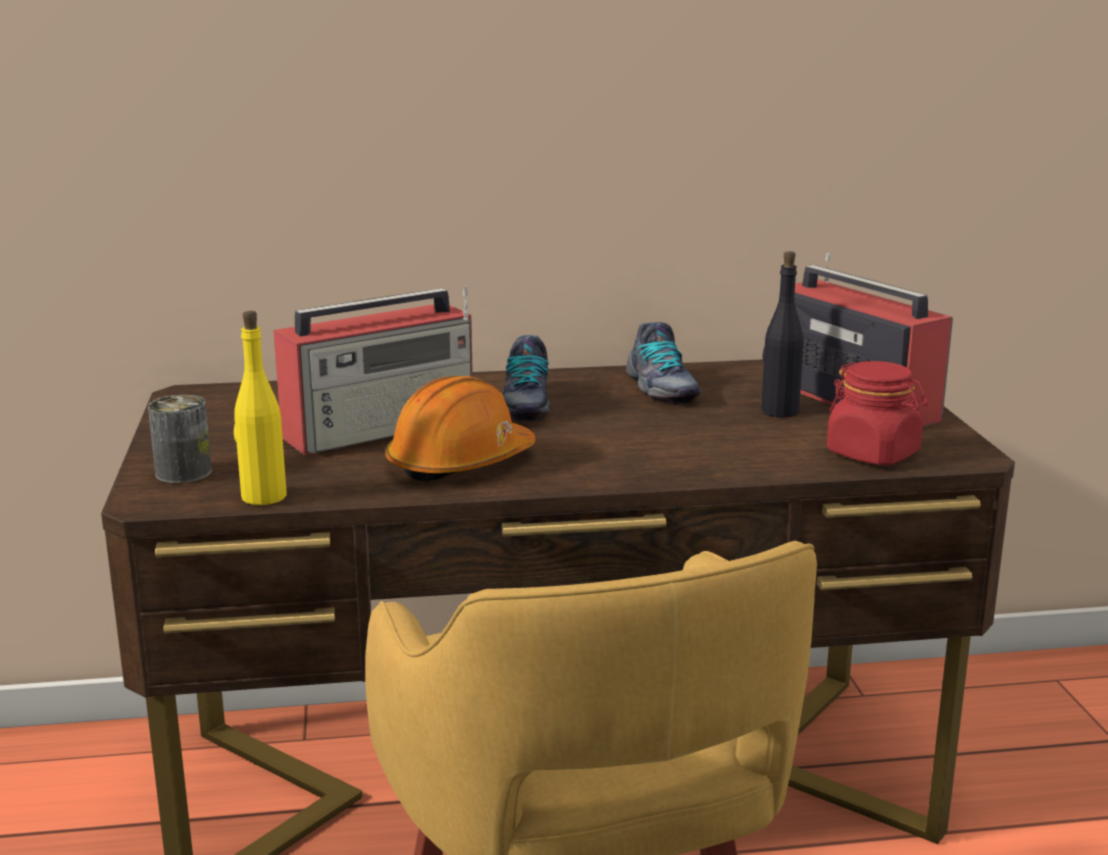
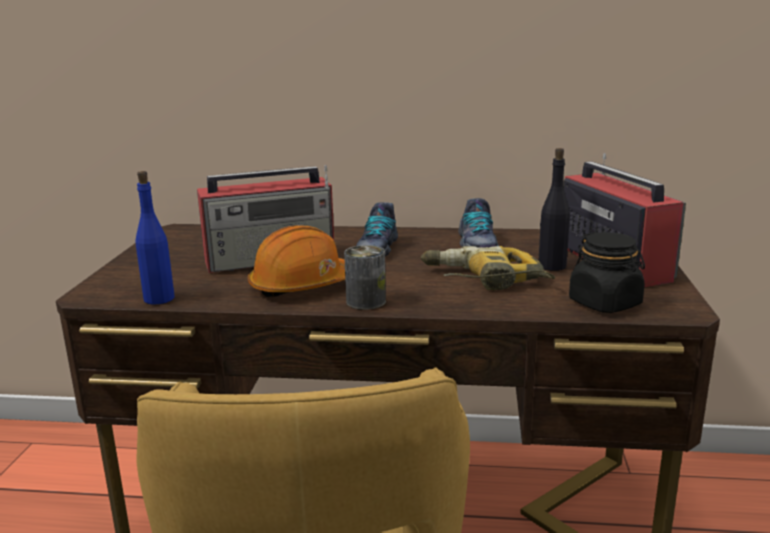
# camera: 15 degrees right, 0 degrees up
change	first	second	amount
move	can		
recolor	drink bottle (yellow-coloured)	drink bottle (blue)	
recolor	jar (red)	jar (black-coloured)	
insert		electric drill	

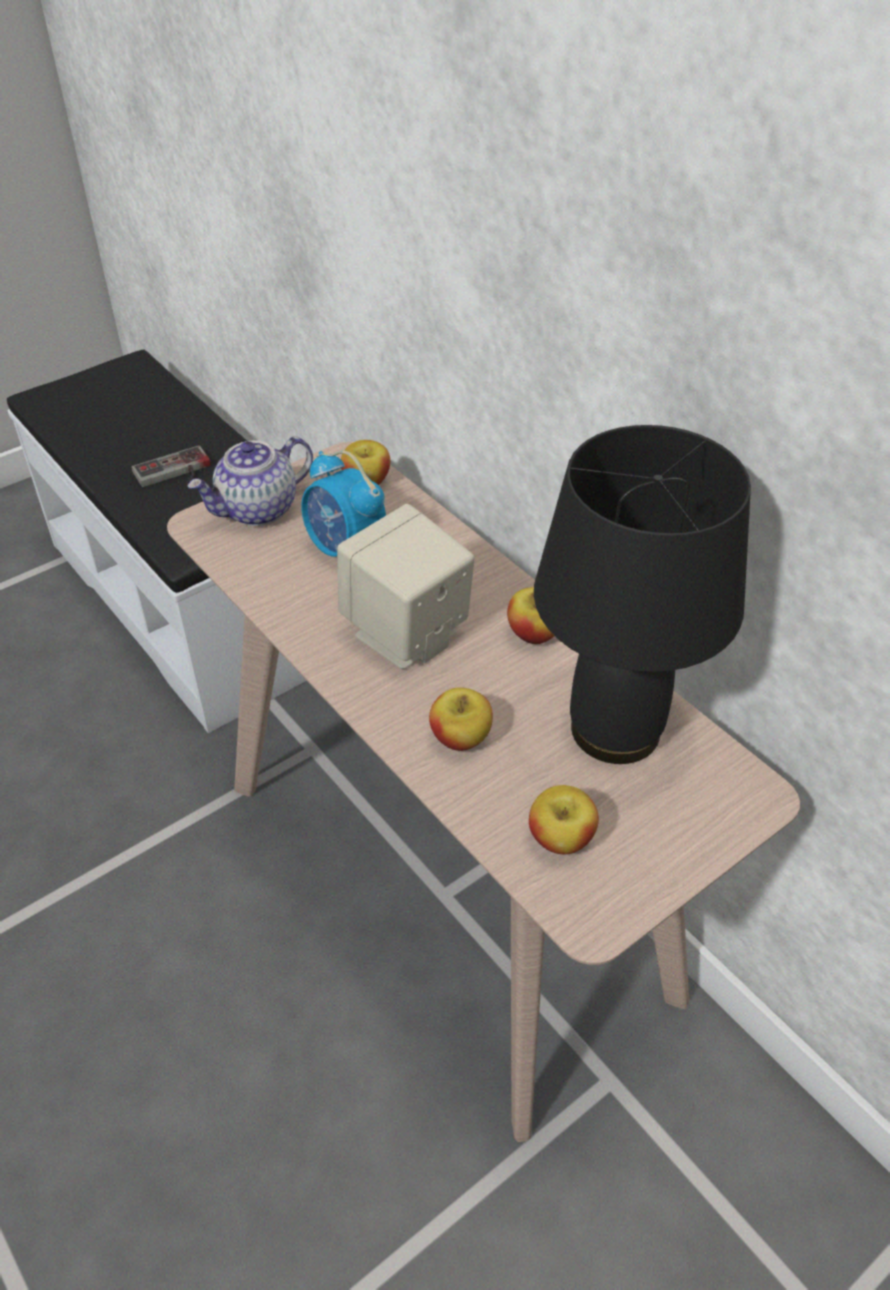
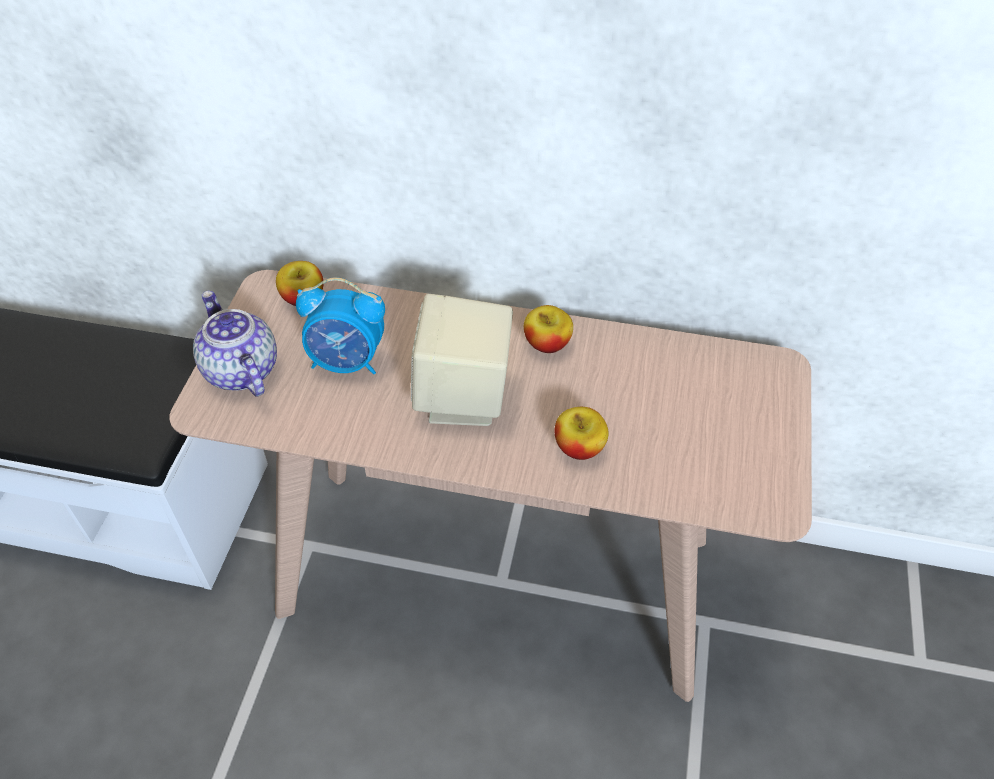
# camera: 40 degrees left, 5 degrees up
change	first	second	amount
delete	game controller		
rotate	tea pot		135 degrees clockwise
delete	apple fruit (4th from left)		
delete	table lamp (black-coloured)		

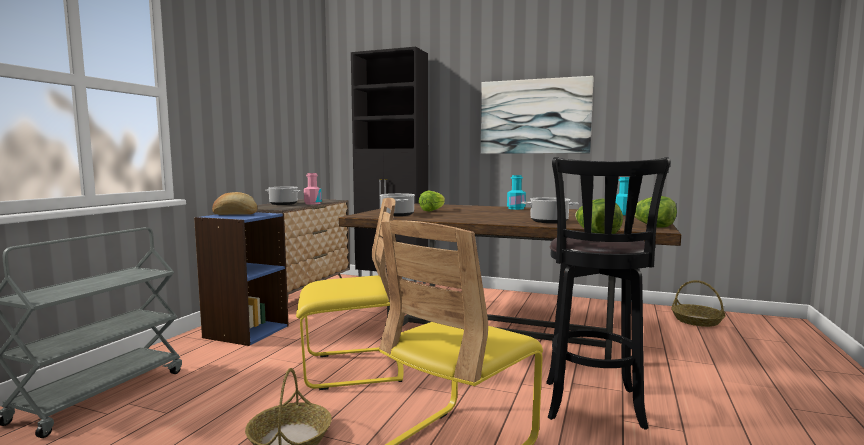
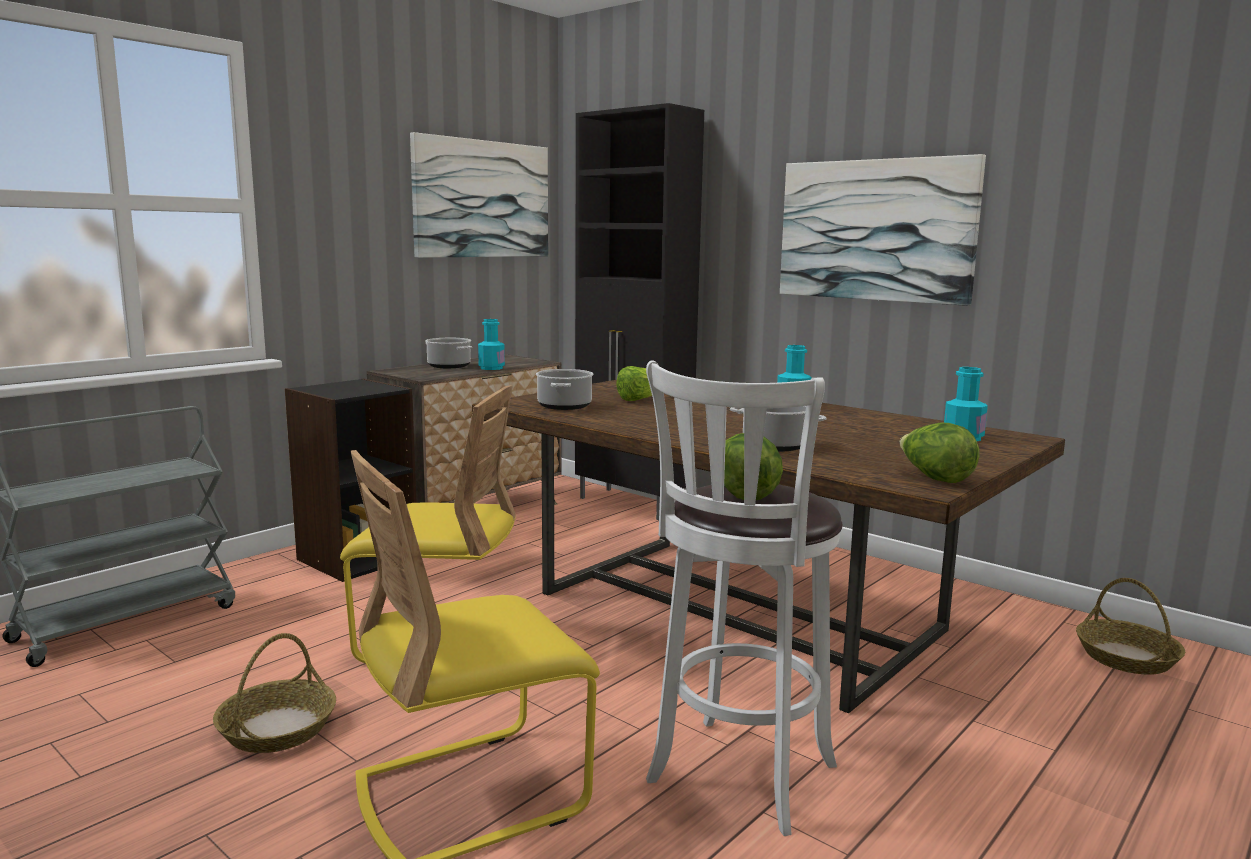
# camera: 20 degrees right, 5 degrees up
change	first	second	amount
recolor	bookcase (blue)	bookcase (black-coloured)	
delete	bread		
recolor	drink bottle (pink)	drink bottle (turquoise-coloured) (1st from left)	
recolor	sitting stool (black-coloured)	sitting stool (white)	
insert		picture (1st from left)	

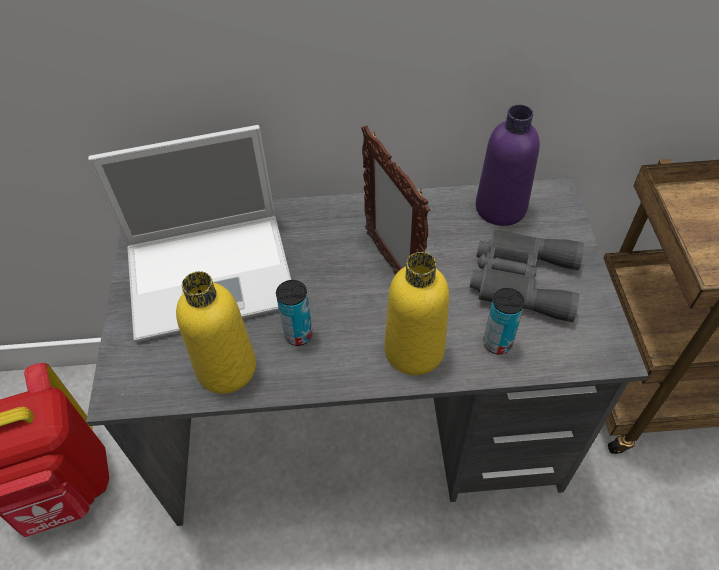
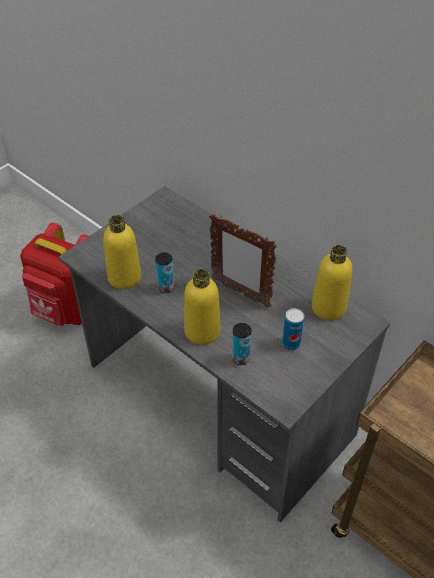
# camera: 45 degrees right, 5 degrees down
change	first	second	amount
delete	notebook computer		
rotate	picture frame		75 degrees counterclockwise
replace	binoculars (greyish)	can (3rd from left)	
recolor	drink bottle (purple)	drink bottle (yellow-coloured) (3rd from left)	

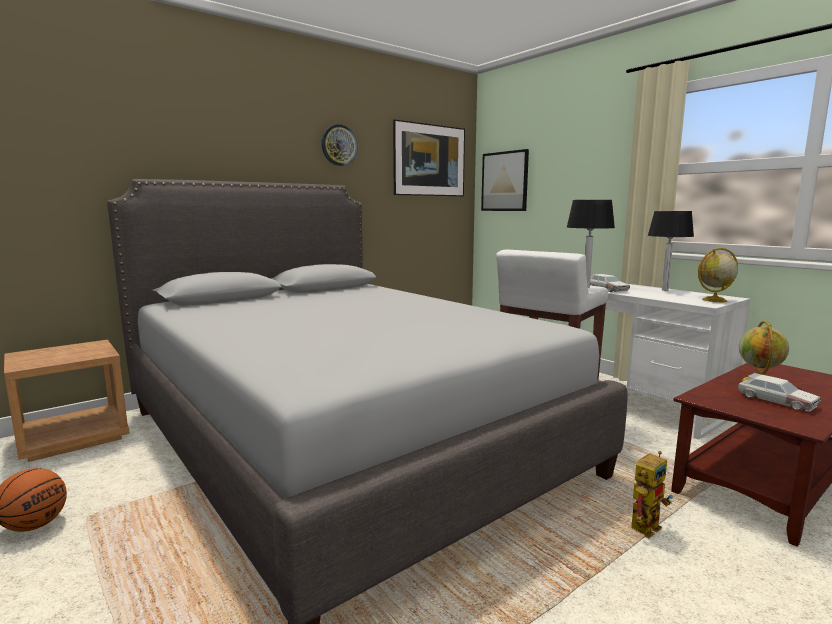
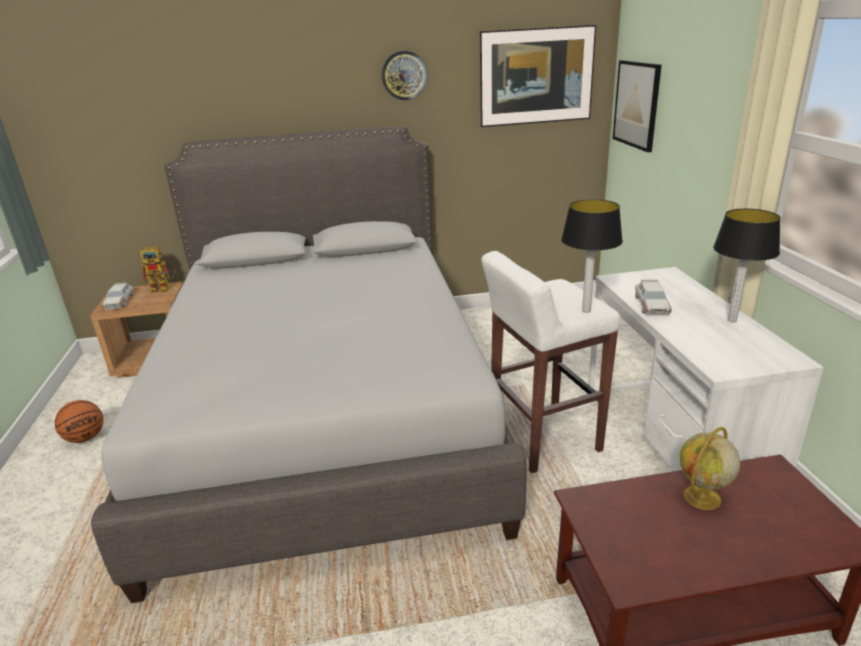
# camera: 30 degrees right, 15 degrees up
change	first	second	amount
move	robot figure		
delete	desk globe (1st from left)		
move	toy car (2nd from left in the first image)	toy car (1st from left)	

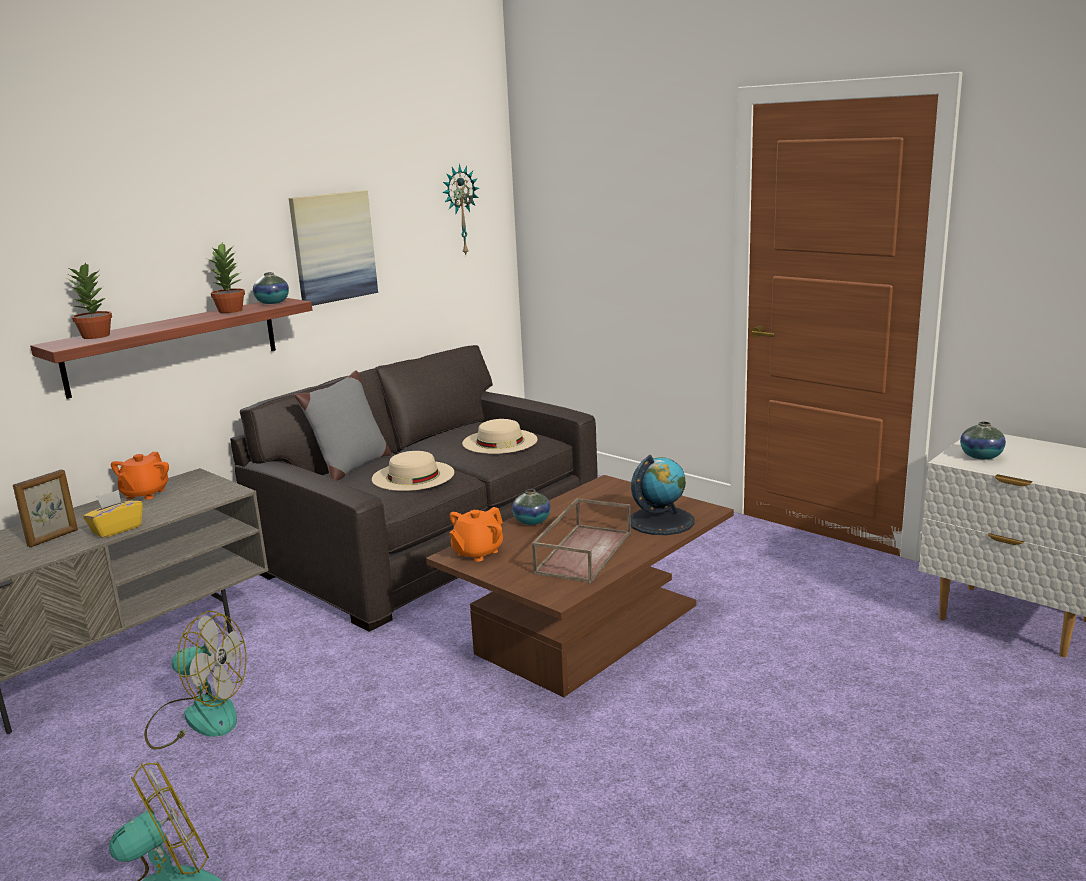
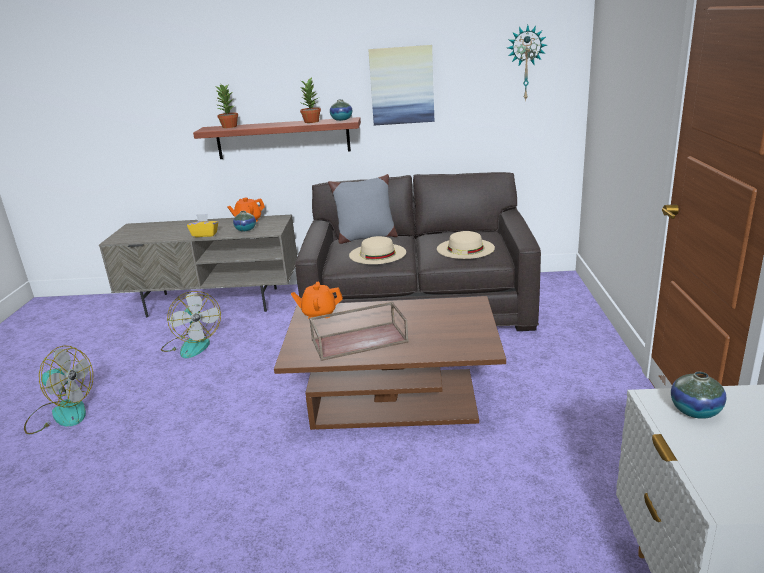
# camera: 50 degrees right, 5 degrees up
change	first	second	amount
delete	picture frame		
move	flower vase (2nd from left in the first image)	flower vase (1st from left)	
delete	desk globe		

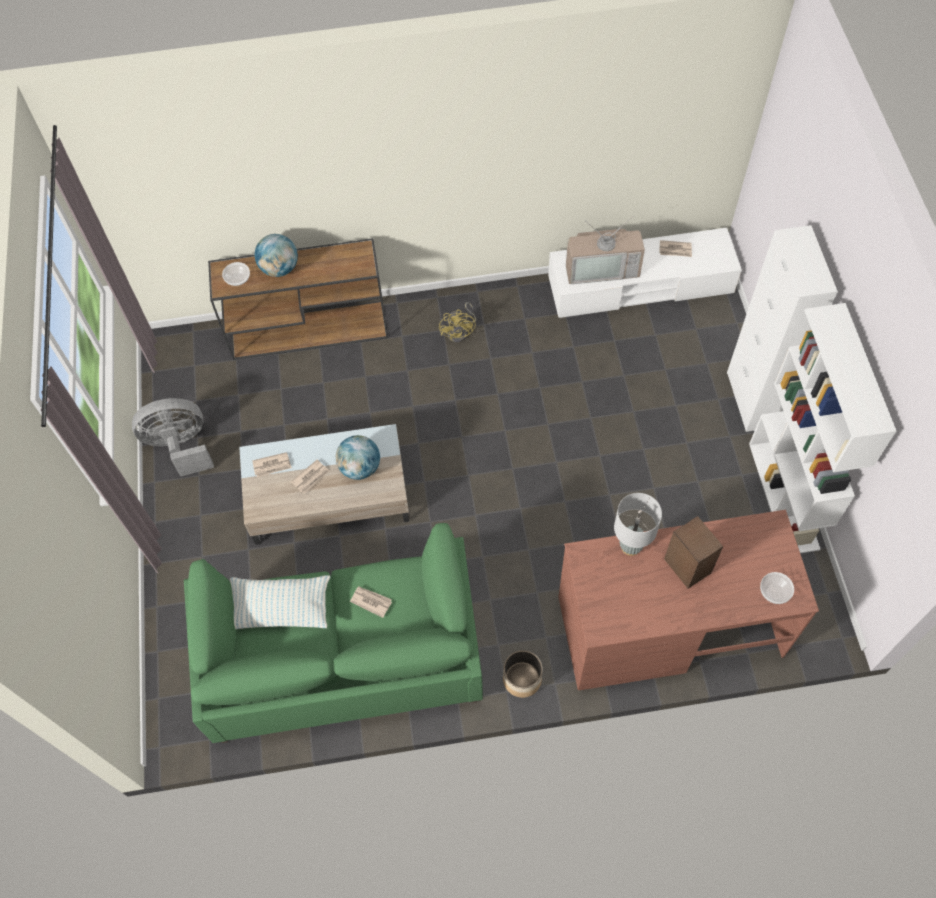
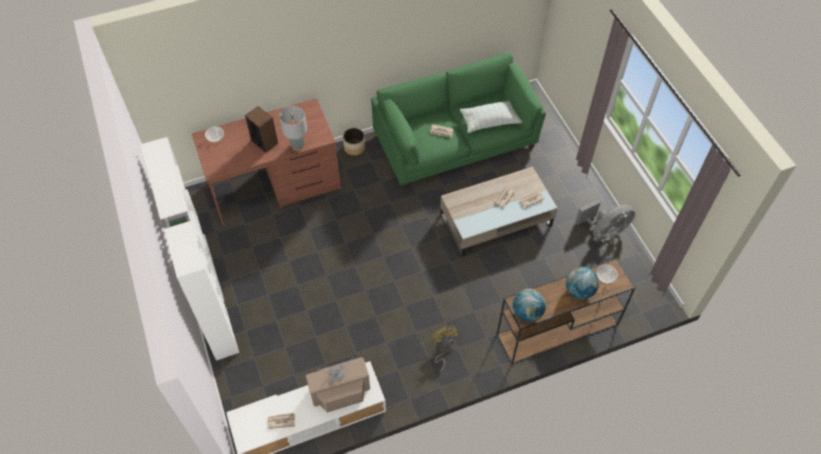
# camera: 165 degrees right, 5 degrees down
change	first	second	amount
move	desk globe (2nd from left in the first image)	desk globe (1st from left)	

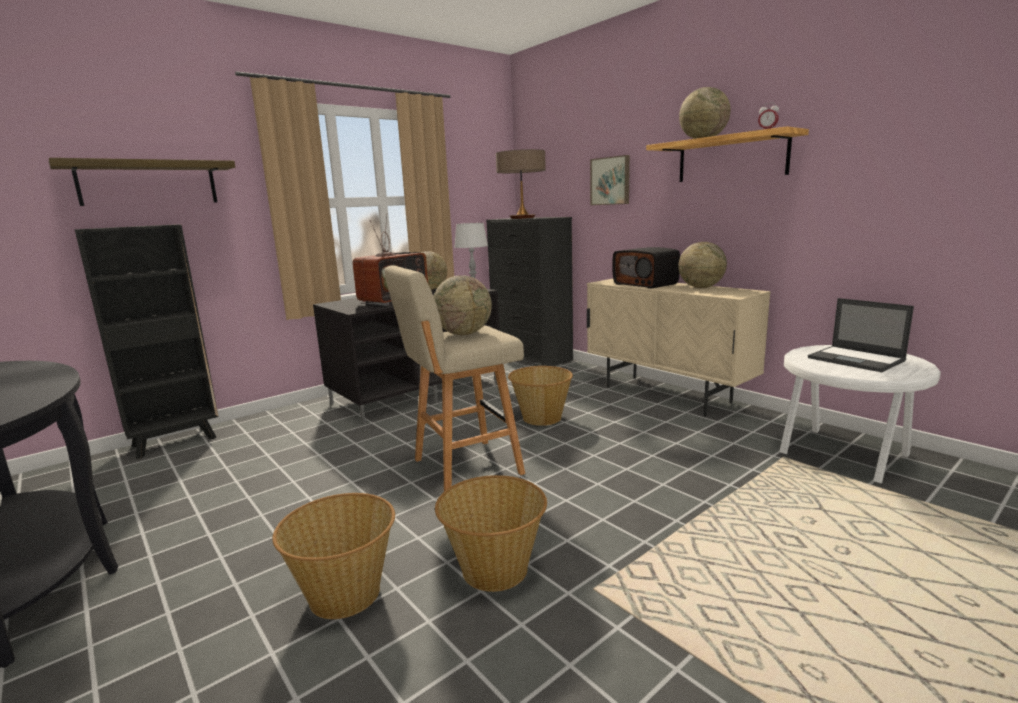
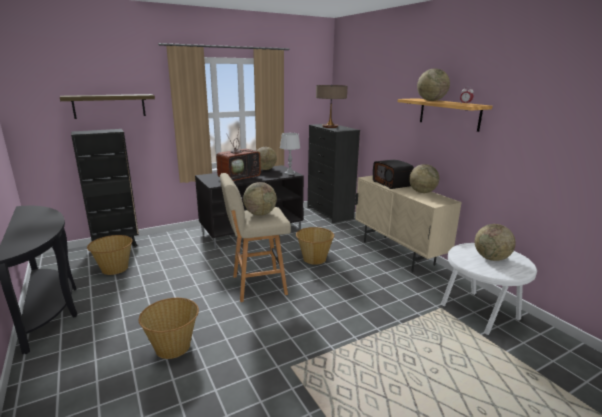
# camera: 10 degrees right, 5 degrees up
change	first	second	amount
move	household basket (2nd from left in the first image)	household basket (1st from left)	
delete	picture		
replace	notebook computer	desk globe (5th from left)	

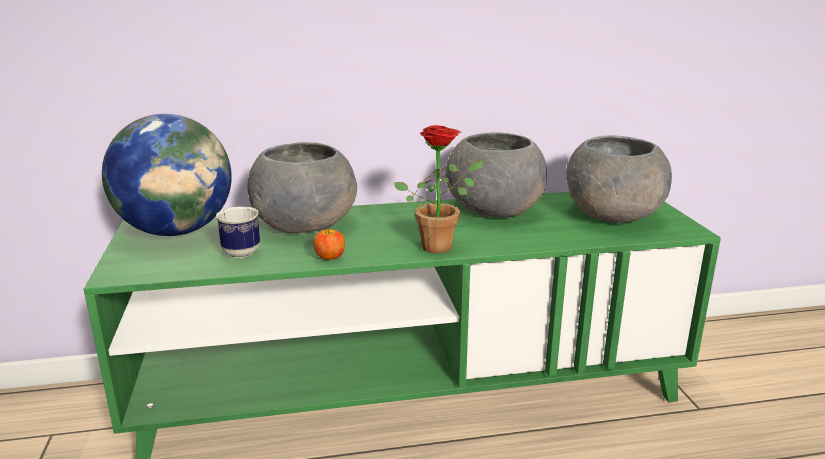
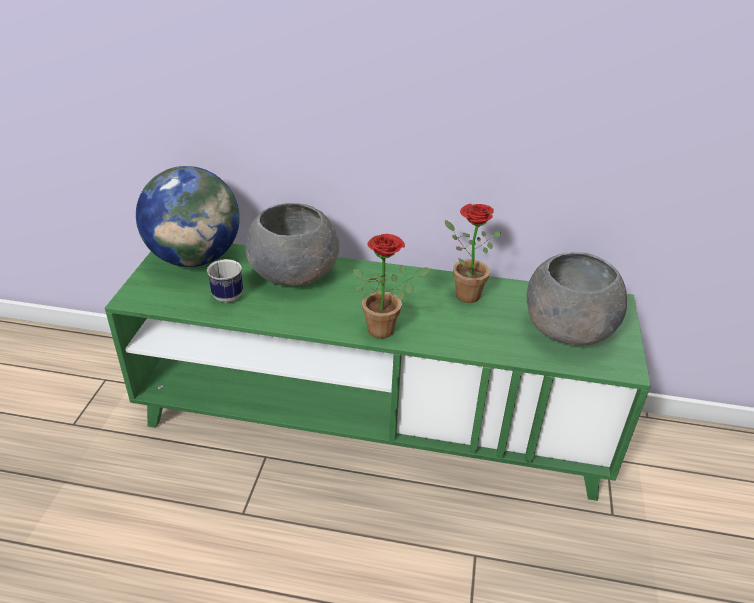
# camera: 20 degrees right, 15 degrees up
change	first	second	amount
delete	apple fruit		
replace	serving bowl (greyish) (2nd from left)	plant in a pot (2nd from left)	

